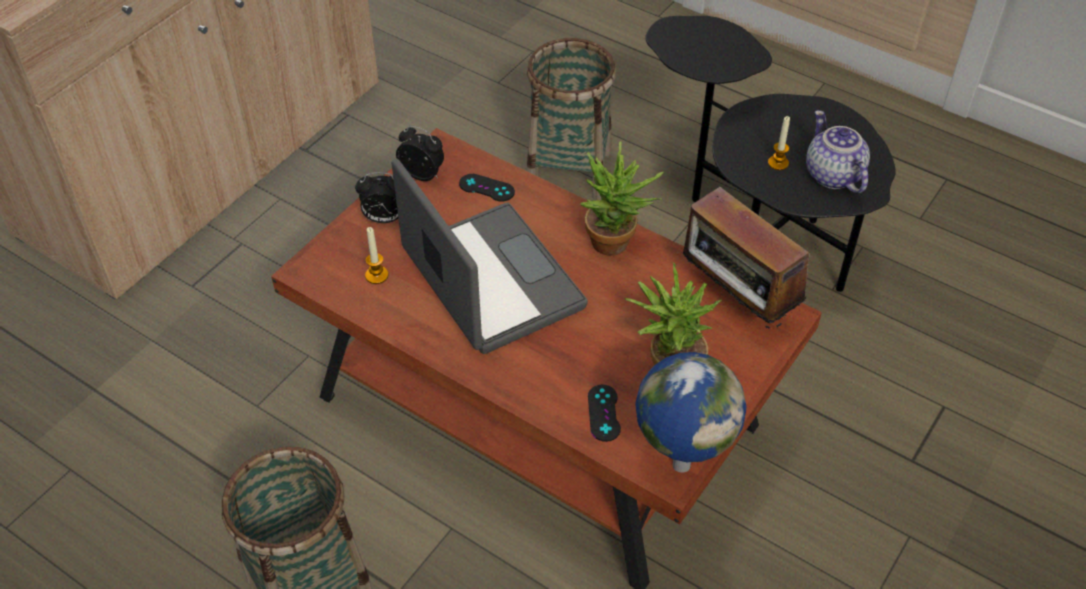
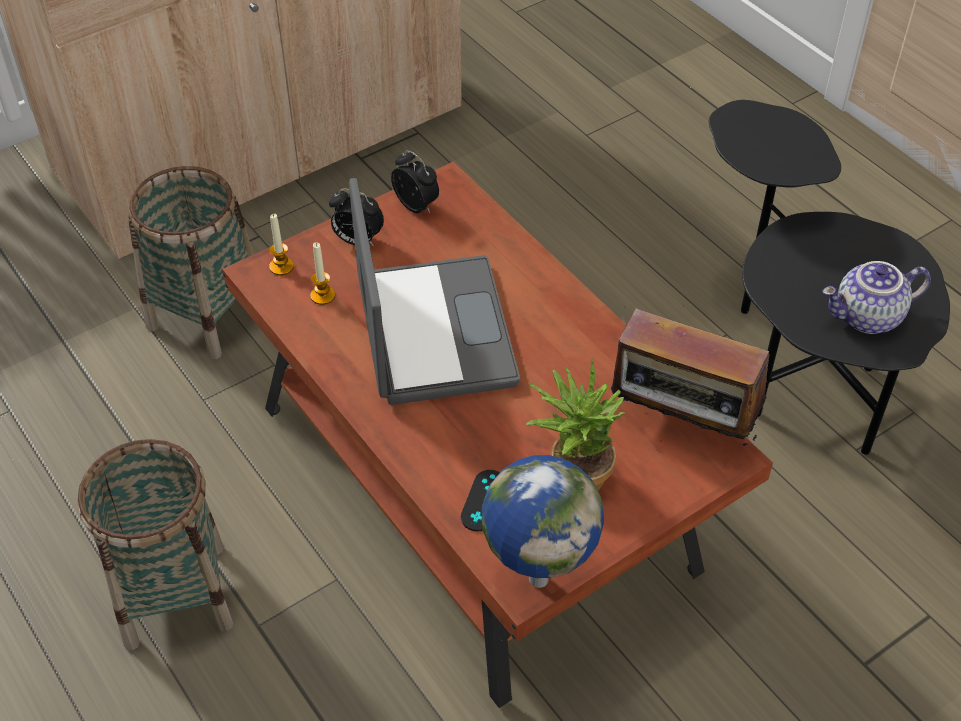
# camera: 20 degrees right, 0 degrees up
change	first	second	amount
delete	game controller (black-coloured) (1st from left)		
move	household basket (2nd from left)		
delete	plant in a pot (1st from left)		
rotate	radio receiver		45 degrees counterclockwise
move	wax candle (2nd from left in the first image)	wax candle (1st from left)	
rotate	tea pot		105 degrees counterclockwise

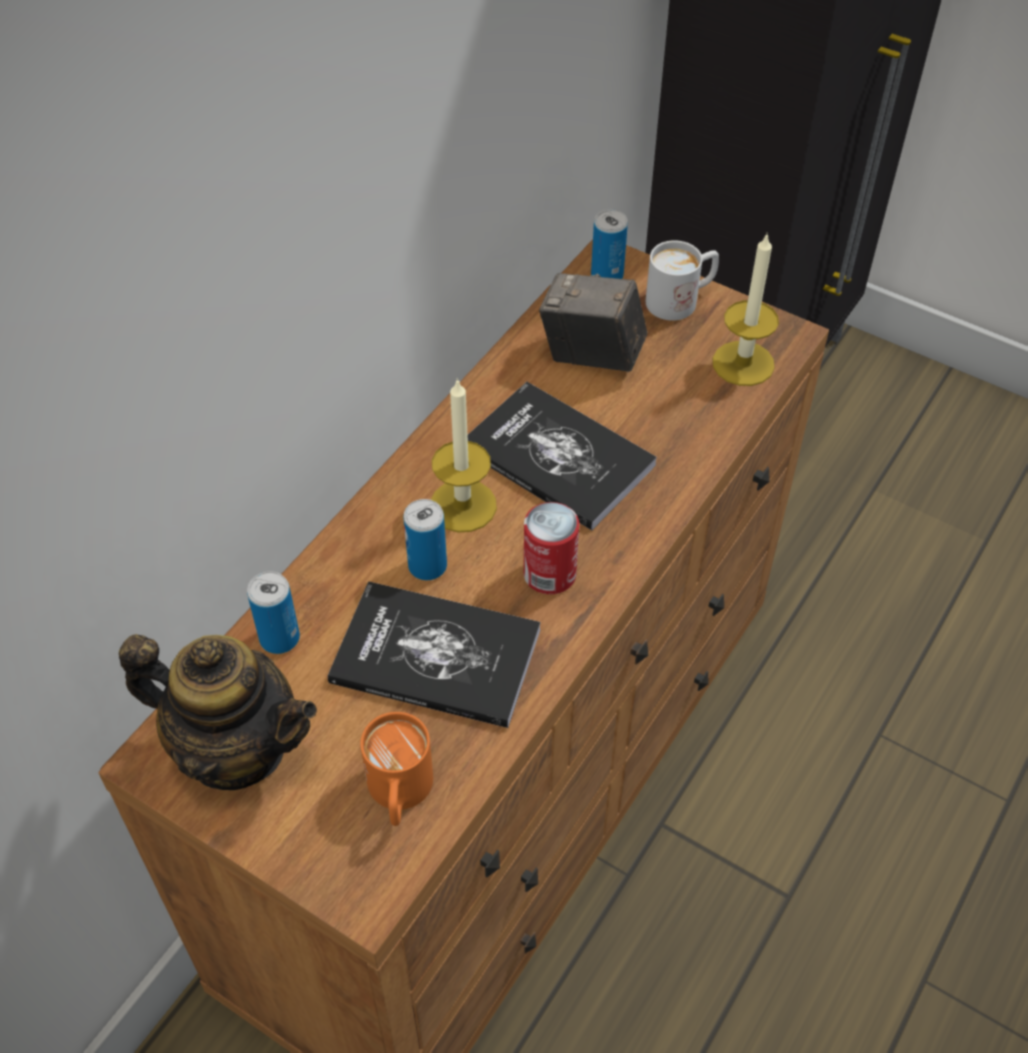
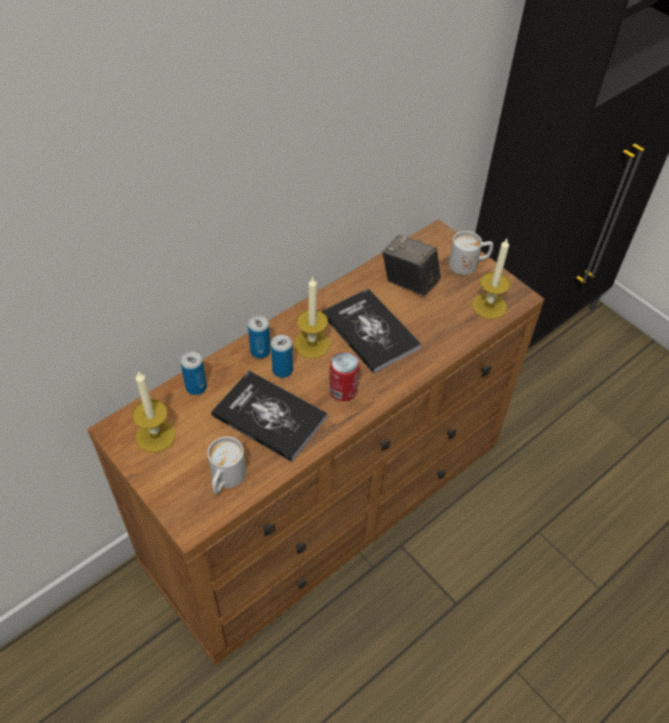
# camera: 15 degrees right, 0 degrees up
change	first	second	amount
replace	tea pot	wax candle (1st from left)	
recolor	tea mug (orange-coloured)	tea mug (white) (1st from left)	
move	can (4th from left in the first image)	can (2nd from left)	

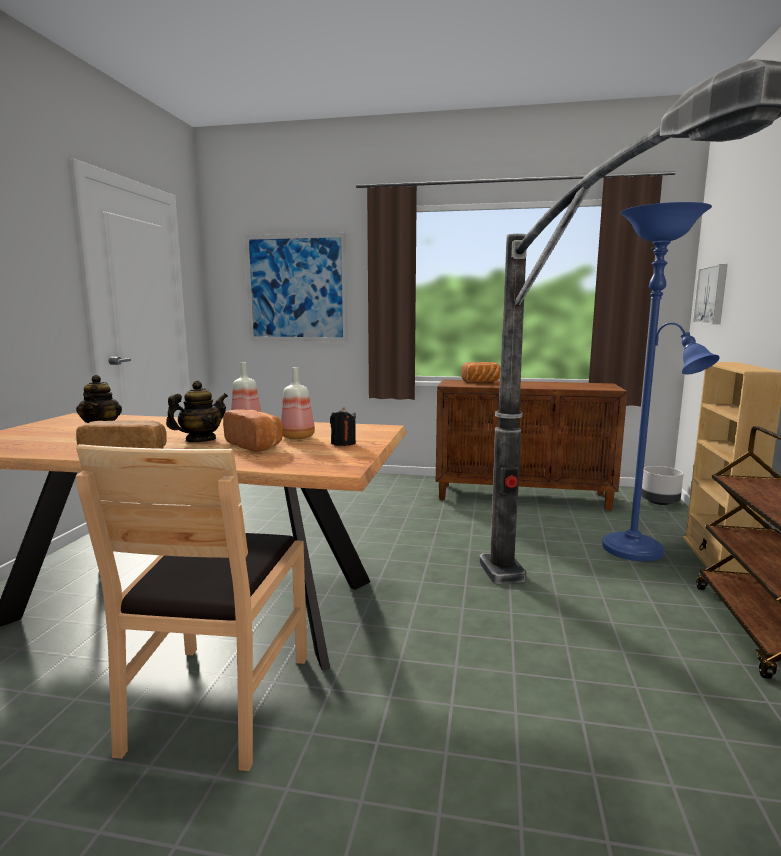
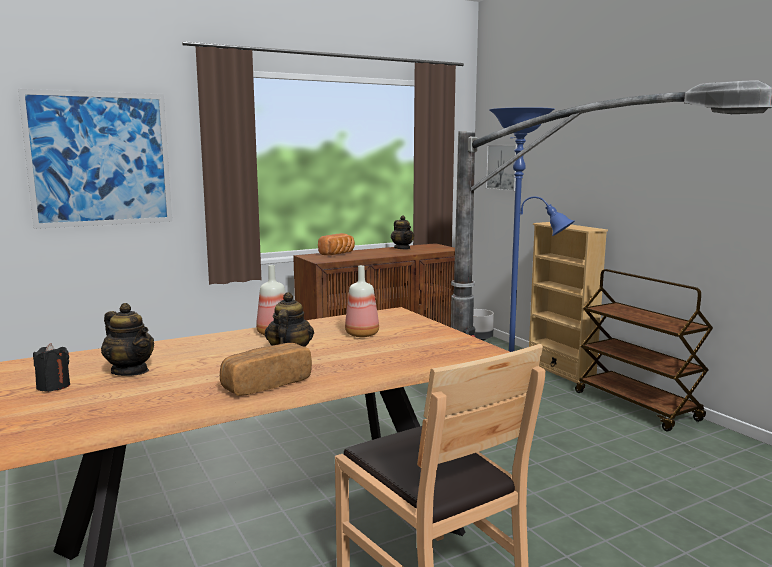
# camera: 40 degrees left, 0 degrees up
change	first	second	amount
delete	bread (2nd from left)		
move	wax candle (black-coloured)		
insert		tea pot (3rd from left)	

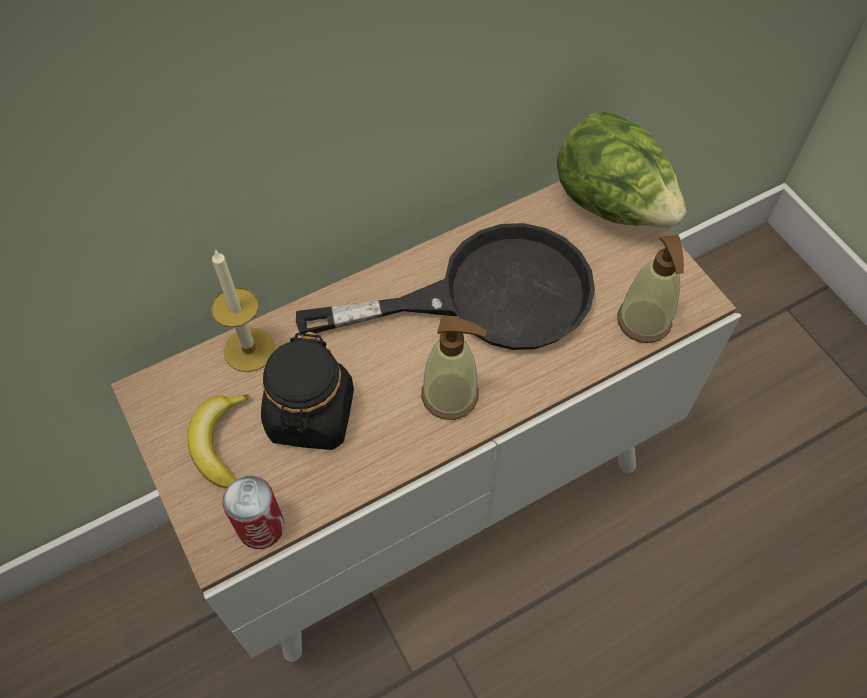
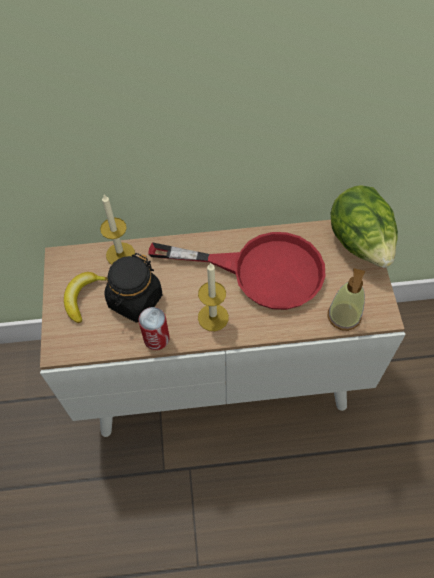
# camera: 25 degrees right, 0 degrees up
change	first	second	amount
move	can		
recolor	frying pan (black-coloured)	frying pan (red)	
replace	soap dispenser (1st from left)	wax candle (2nd from left)	

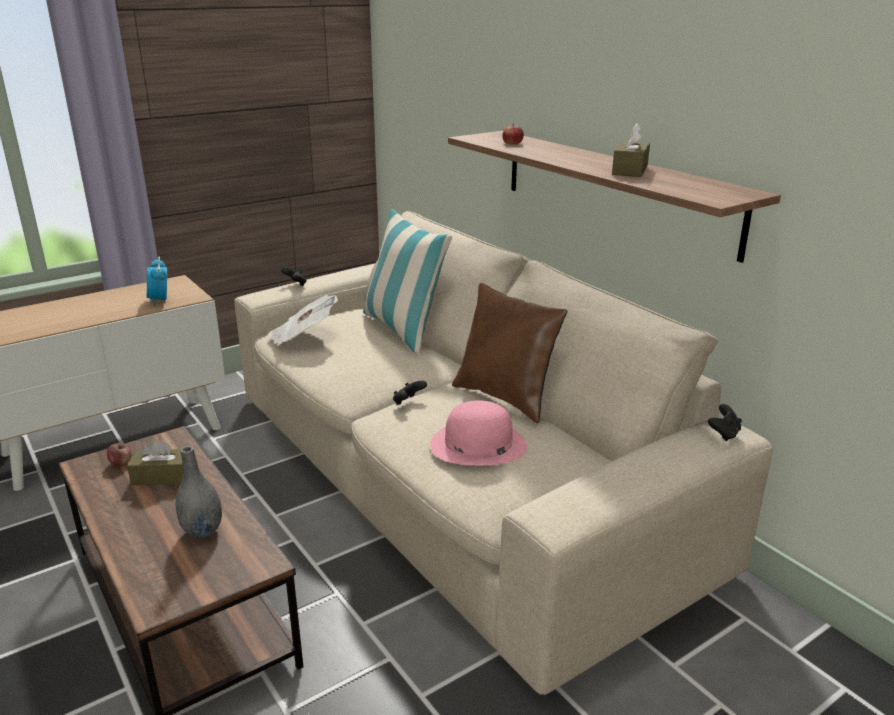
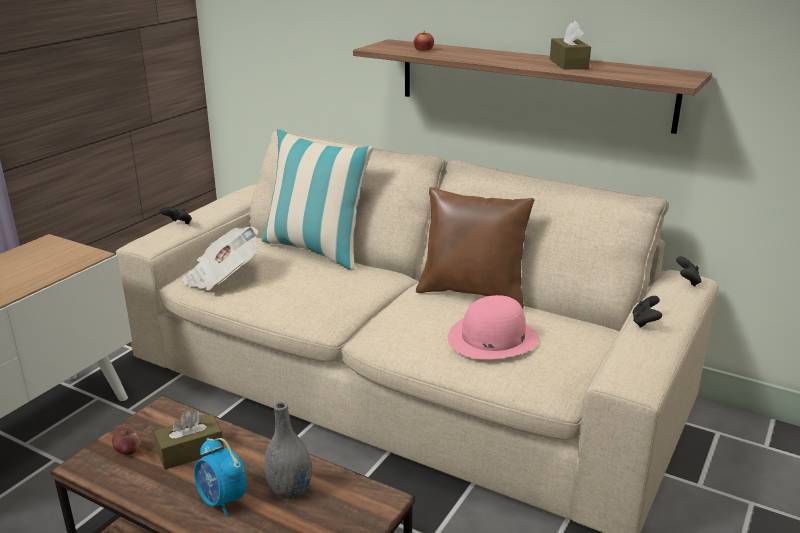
# camera: 25 degrees left, 0 degrees up
change	first	second	amount
move	alarm clock		
move	game controller (black-coloured) (2nd from left)		

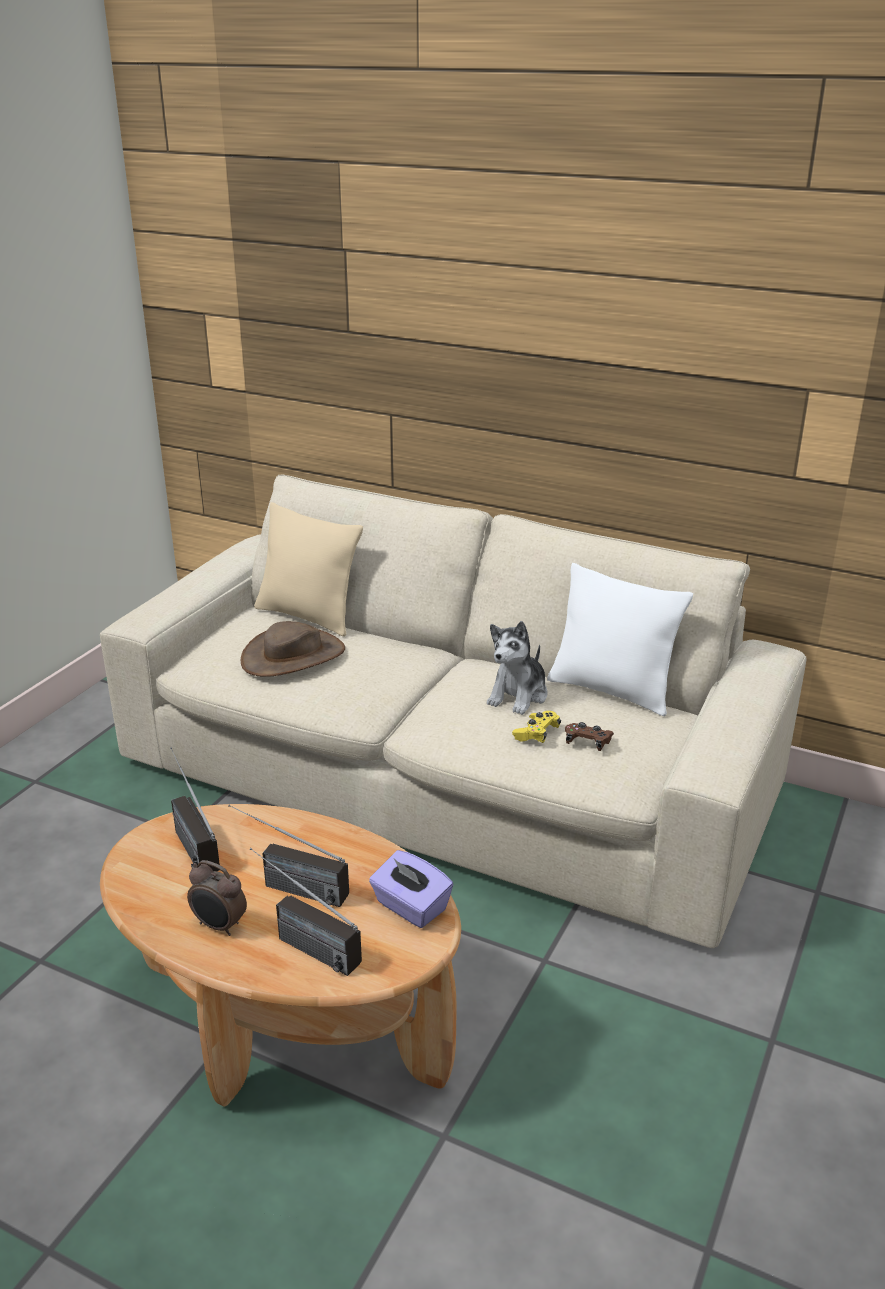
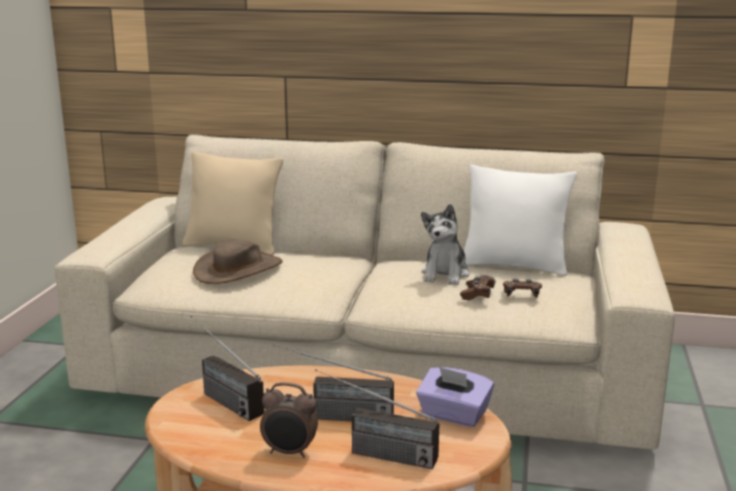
# camera: 15 degrees left, 10 degrees down
change	first	second	amount
recolor	game controller (yellow-coloured)	game controller (brownish) (1st from left)	

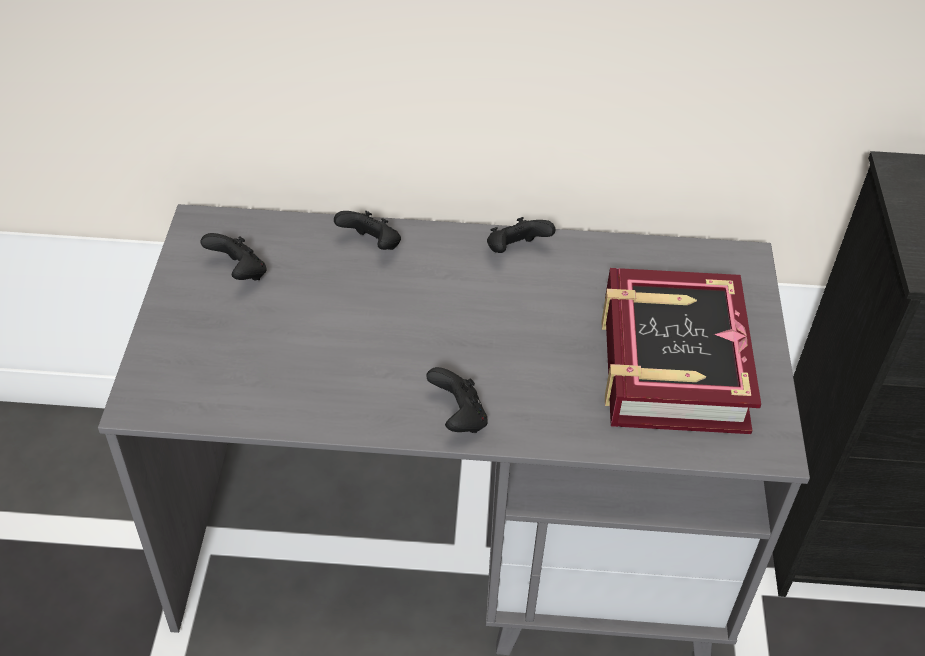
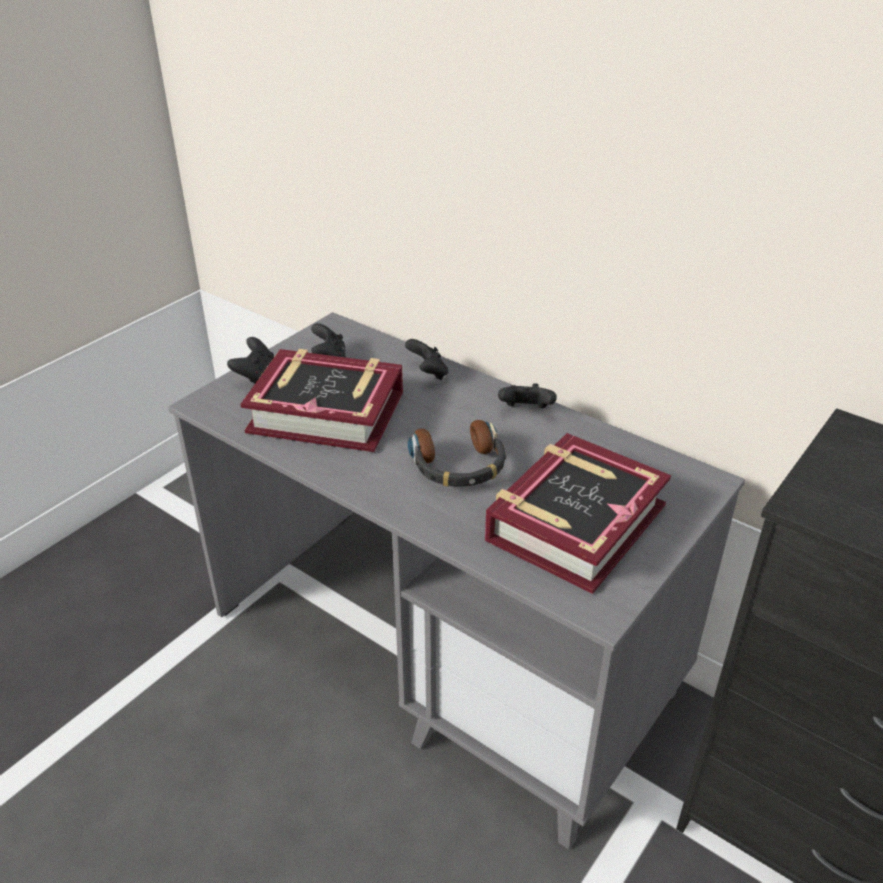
# camera: 35 degrees right, 10 degrees down
change	first	second	amount
move	game controller (black-coloured) (3rd from left in the first image)	game controller (black-coloured) (1st from left)	
insert		book (1st from left)	
insert		headphones	

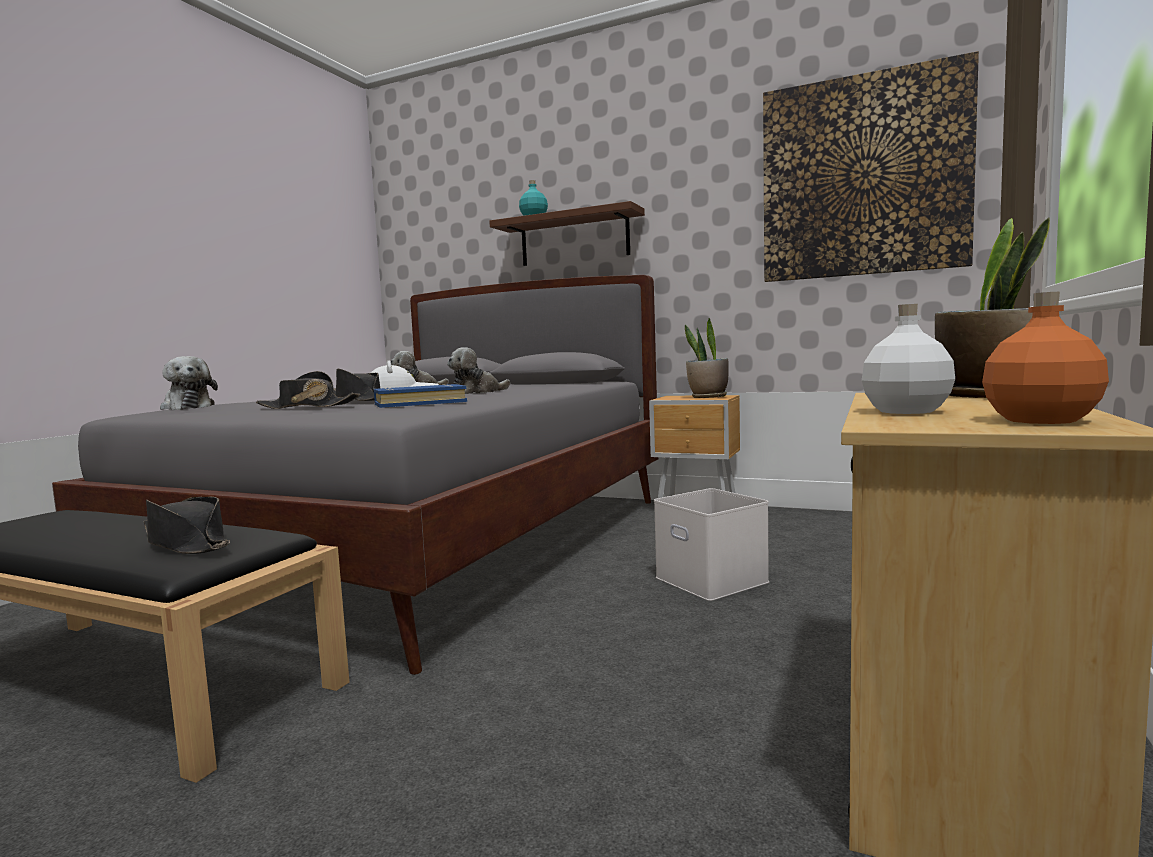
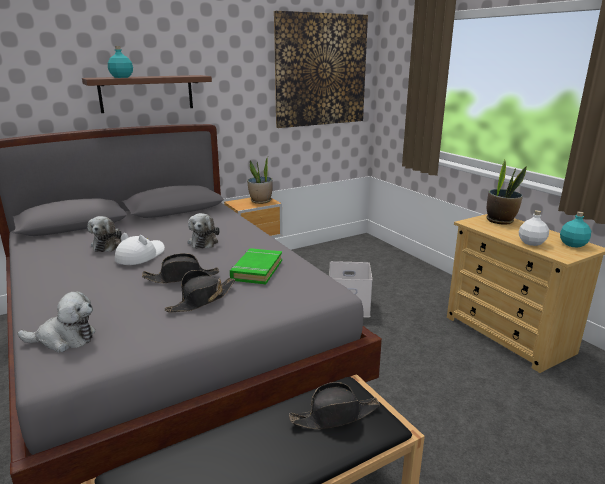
# camera: 55 degrees left, 15 degrees up
change	first	second	amount
recolor	book (blue)	book (greenish)	
recolor	drink bottle (orange-coloured)	drink bottle (turquoise-coloured) (2nd from left)	

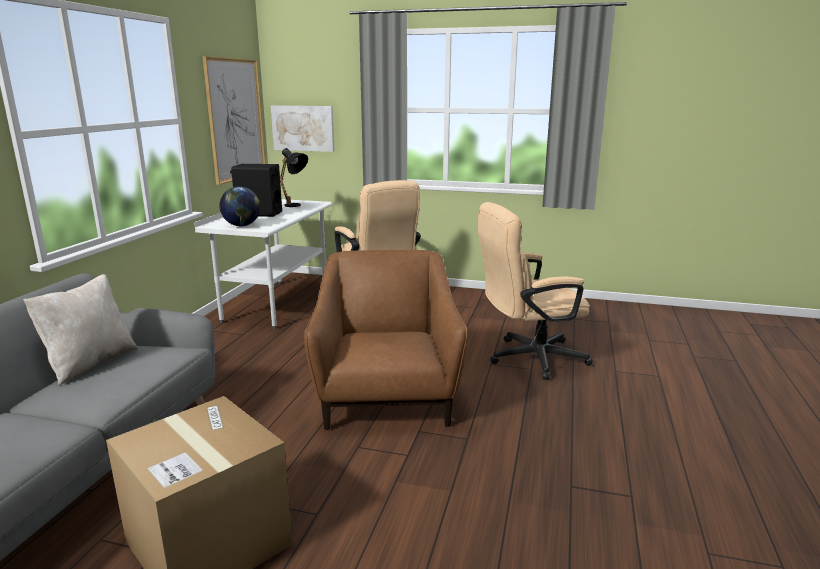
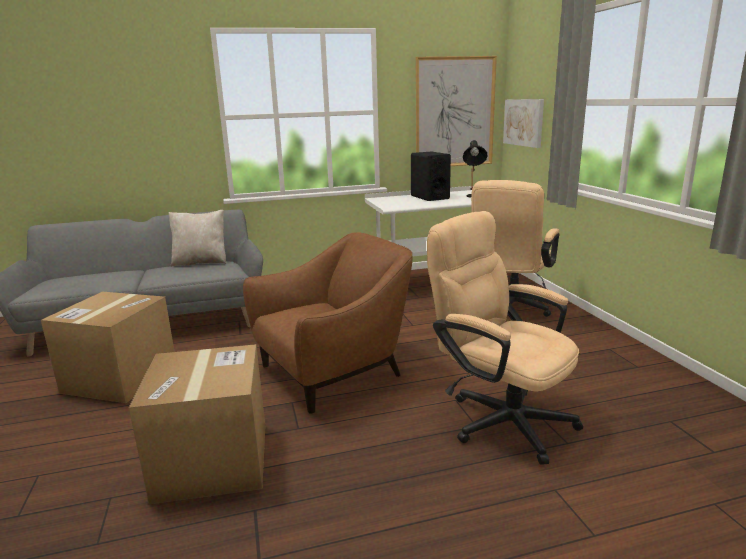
# camera: 60 degrees right, 0 degrees up
change	first	second	amount
delete	desk globe		
insert		packing box (2nd from left)	

